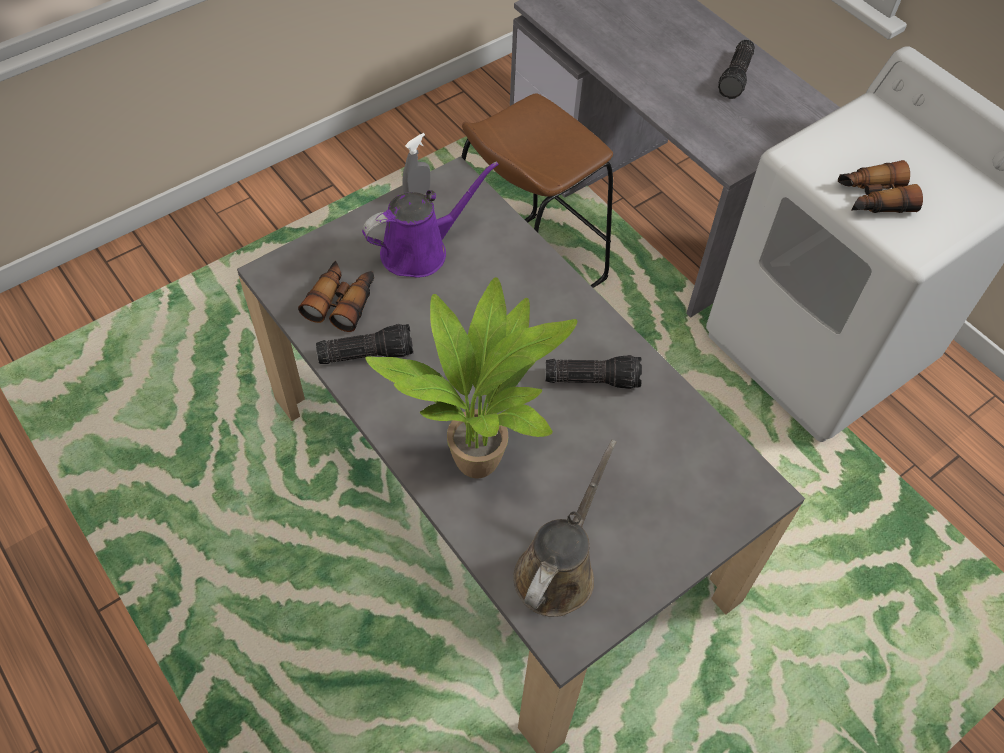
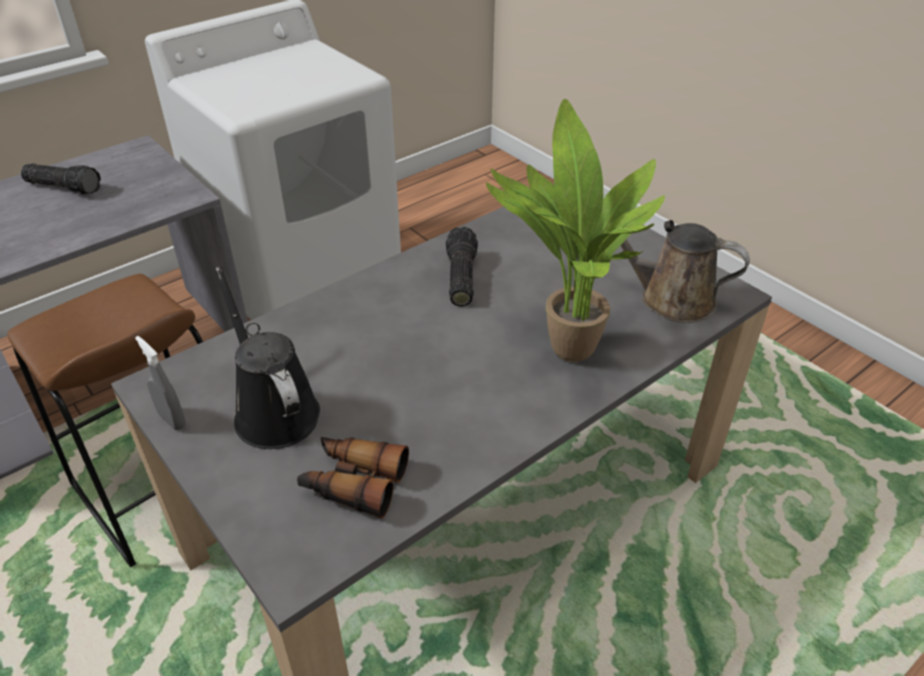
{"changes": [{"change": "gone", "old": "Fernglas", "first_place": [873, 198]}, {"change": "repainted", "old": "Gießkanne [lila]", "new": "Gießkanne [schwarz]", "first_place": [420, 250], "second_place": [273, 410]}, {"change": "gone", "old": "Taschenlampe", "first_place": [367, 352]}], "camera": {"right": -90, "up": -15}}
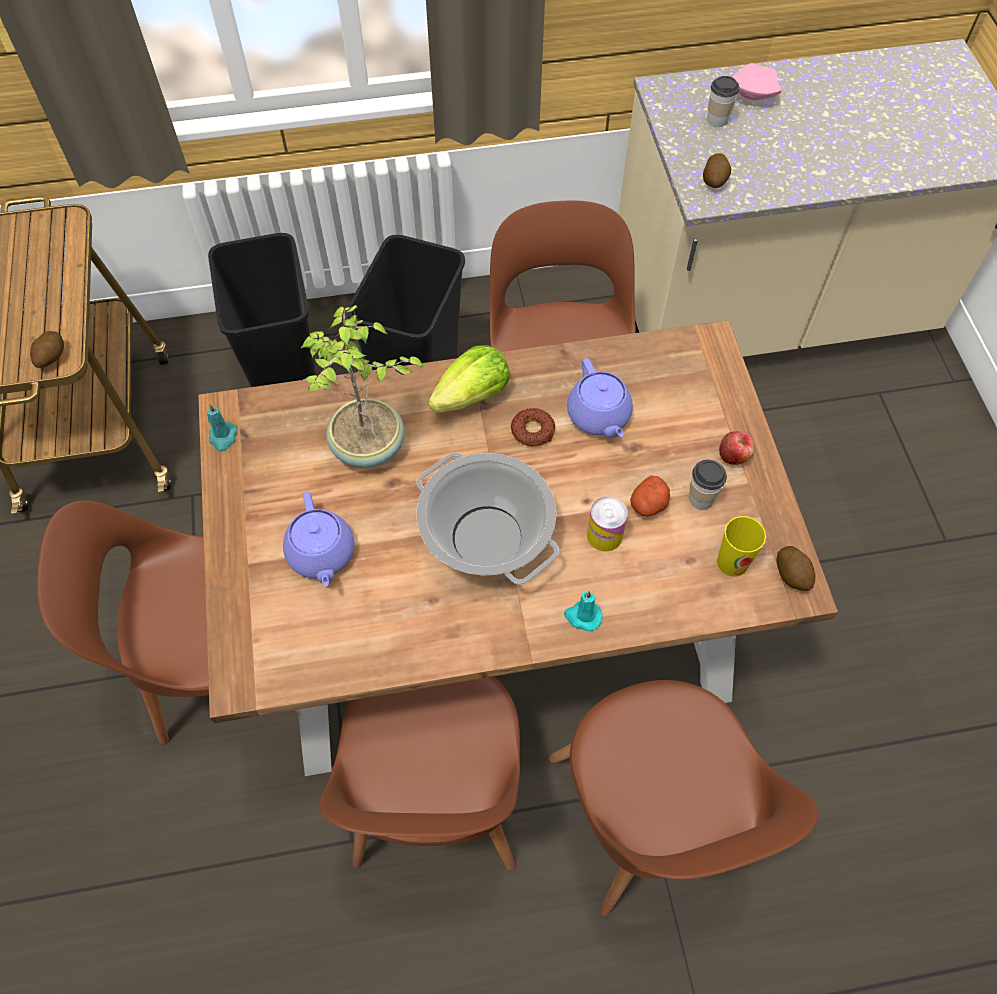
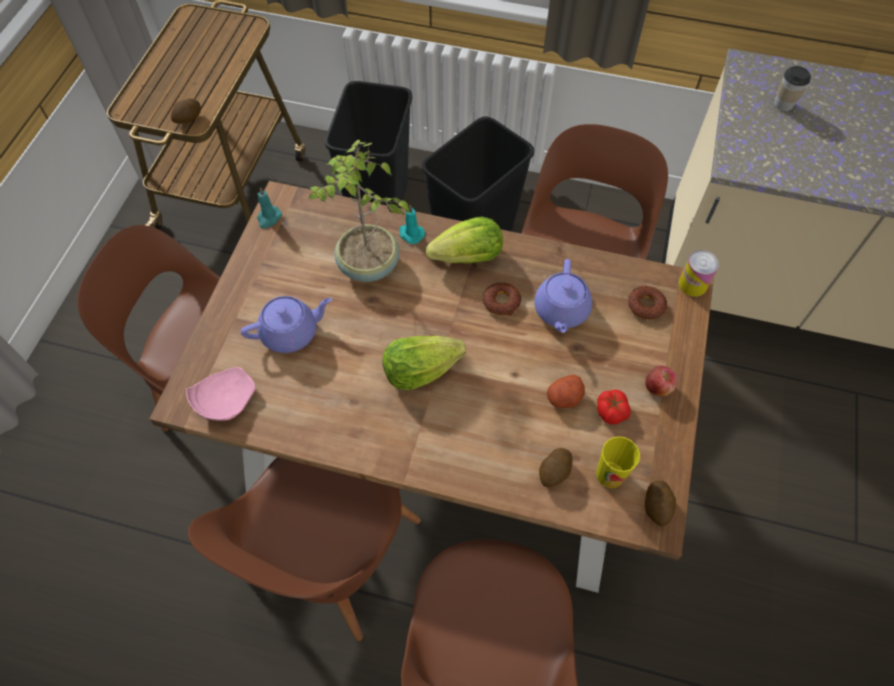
{"changes": [{"change": "shifted", "old": "Teller [rosa]", "first_place": [752, 93], "second_place": [224, 399]}, {"change": "shifted", "old": "Kartoffel", "first_place": [715, 180], "second_place": [554, 472]}, {"change": "swapped", "old": "Kochtopf", "new": "Salatkopf", "first_place": [486, 537], "second_place": [420, 370]}, {"change": "swapped", "old": "Tasse", "new": "Tomate", "first_place": [701, 498], "second_place": [611, 411]}, {"change": "rotated", "old": "Teekanne [lila]", "first_place": [321, 554], "second_place": [291, 332], "degrees": -120}, {"change": "shifted", "old": "Dose", "first_place": [604, 535], "second_place": [692, 284]}, {"change": "shifted", "old": "Kerze [türkis]", "first_place": [582, 616], "second_place": [411, 234]}, {"change": "new", "new": "Donut", "second_place": [646, 305]}], "camera": {"right": 25, "up": 0}}
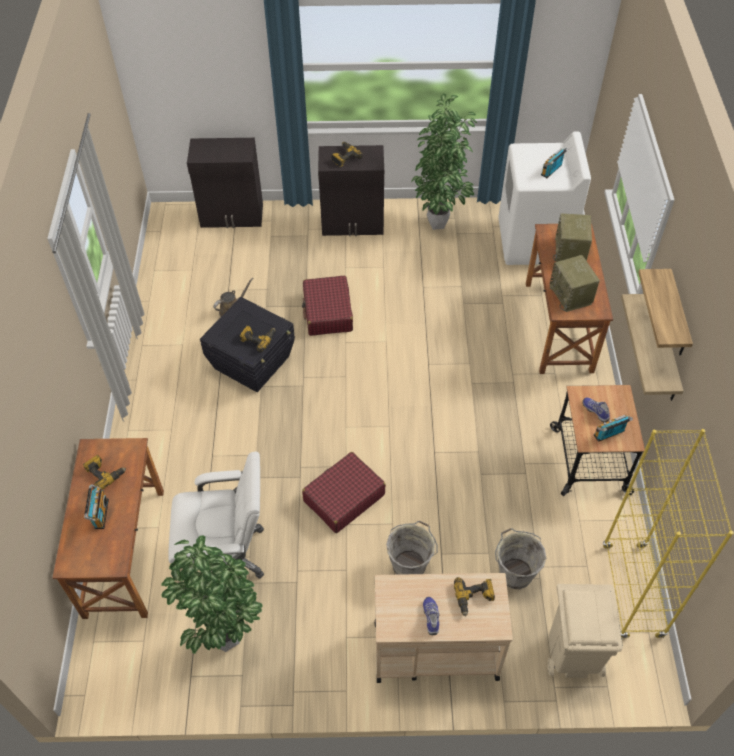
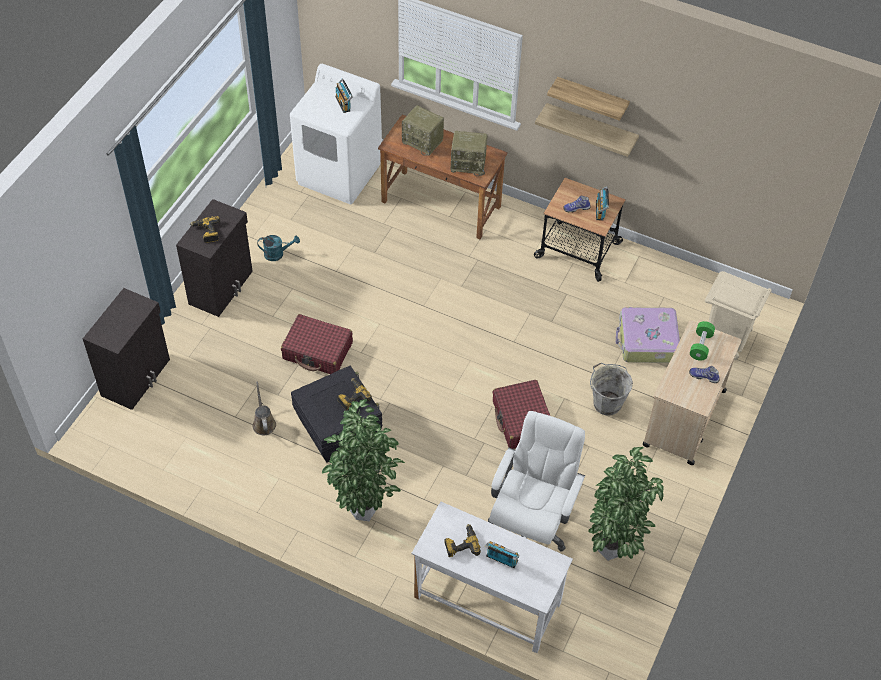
{"changes": [{"change": "shifted", "old": "Topfpflanze", "first_place": [440, 223], "second_place": [364, 510]}, {"change": "gone", "old": "Bücherregal [gelb]", "first_place": [632, 591]}, {"change": "repainted", "old": "Schreibtisch [braun]", "new": "Schreibtisch [weiß]", "first_place": [124, 552], "second_place": [487, 600]}, {"change": "swapped", "old": "Eimer [grau]", "new": "Koffer", "first_place": [515, 573], "second_place": [647, 341]}, {"change": "swapped", "old": "Bohrmaschine", "new": "Hantel [grün]", "first_place": [474, 598], "second_place": [700, 346]}, {"change": "new", "new": "Gießkanne [türkis]", "second_place": [277, 254]}], "camera": {"right": -65, "up": 0}}
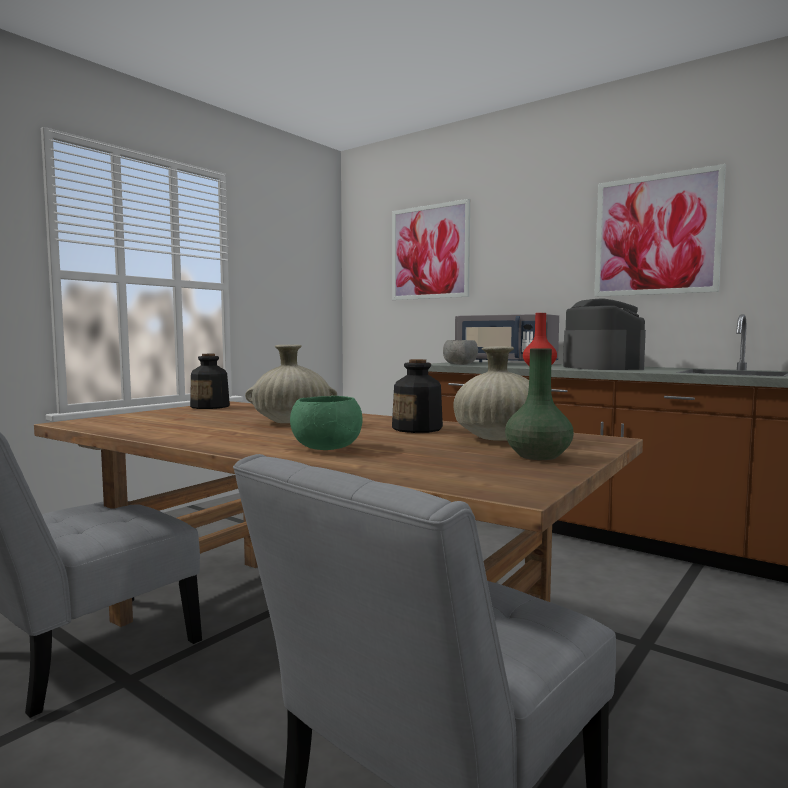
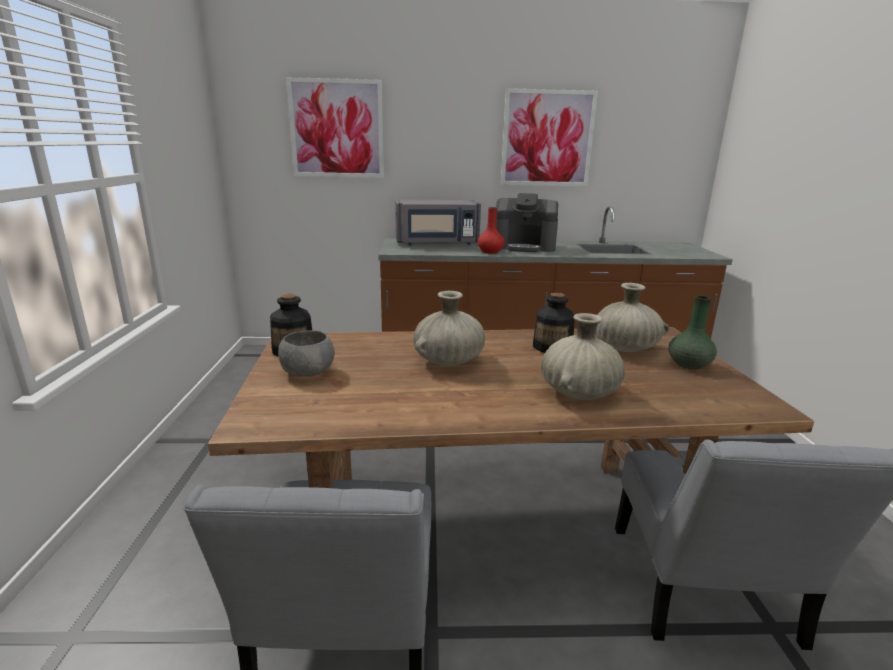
{"changes": [{"change": "rotated", "old": "Kaffeemaschine", "first_place": [601, 367], "second_place": [524, 246], "degrees": 150}, {"change": "shifted", "old": "Schüssel [grau]", "first_place": [459, 364], "second_place": [307, 372]}, {"change": "swapped", "old": "Schüssel [grün]", "new": "Vase [beige]", "first_place": [327, 448], "second_place": [578, 393]}], "camera": {"right": -40, "up": 15}}
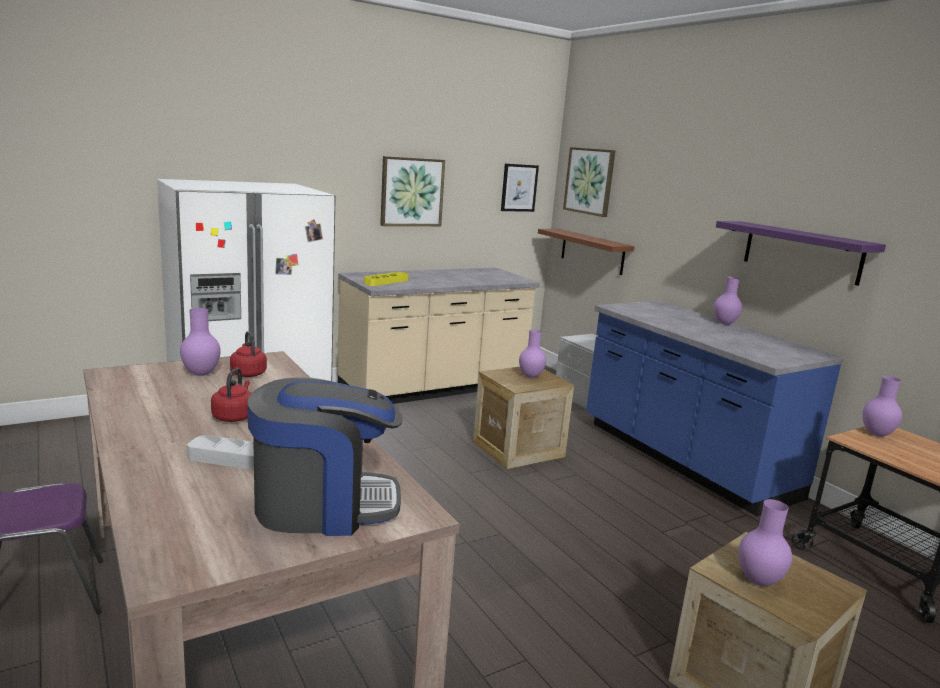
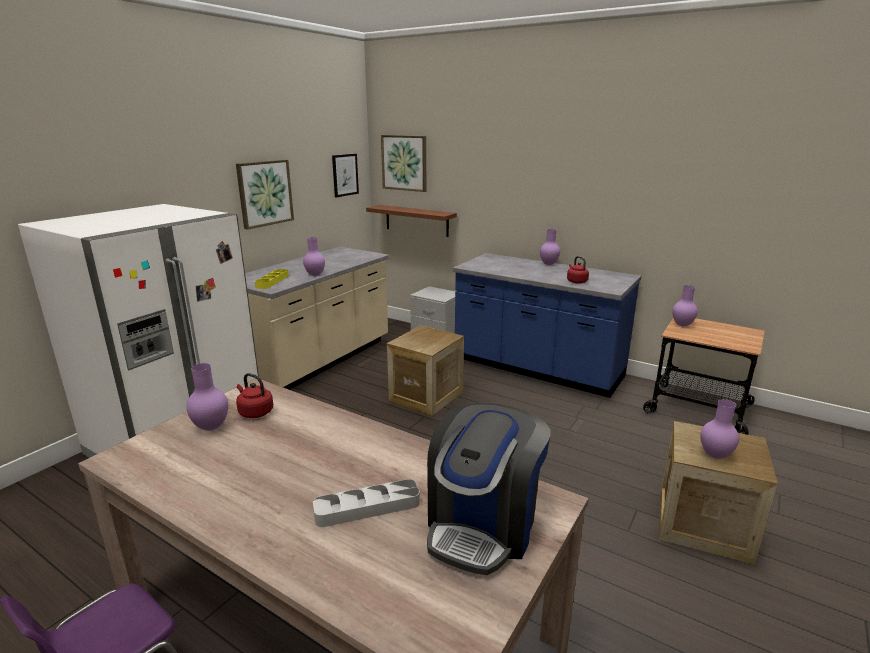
{"changes": [{"change": "gone", "old": "Wandregal [lila]", "first_place": [801, 252]}, {"change": "shifted", "old": "Vase [lila]", "first_place": [530, 376], "second_place": [315, 275]}, {"change": "shifted", "old": "Wasserkessel [rot]", "first_place": [234, 416], "second_place": [576, 281]}, {"change": "rotated", "old": "Kaffeemaschine", "first_place": [324, 505], "second_place": [483, 524], "degrees": 150}], "camera": {"right": -25, "up": 5}}
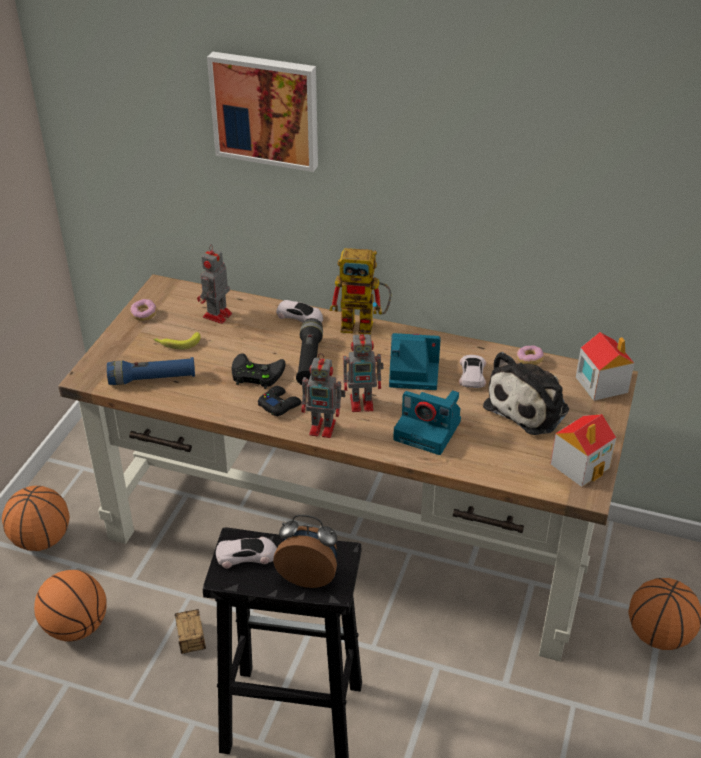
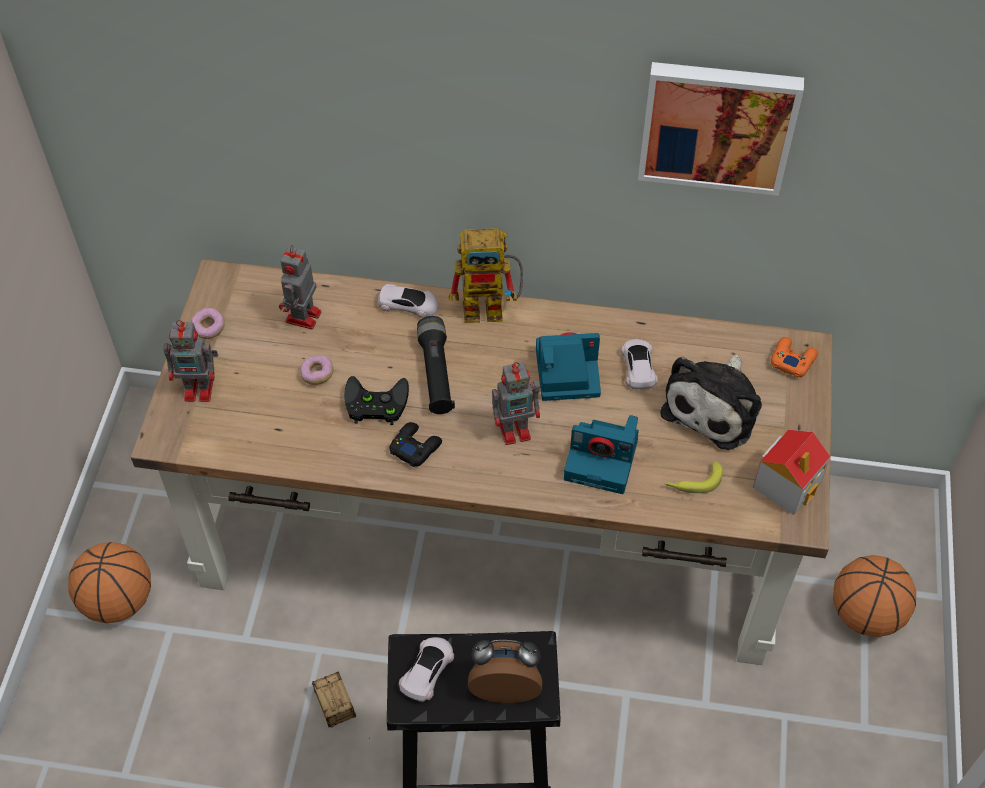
{"changes": [{"change": "shifted", "old": "Bild", "first_place": [266, 109], "second_place": [717, 124]}, {"change": "shifted", "old": "Banane", "first_place": [177, 343], "second_place": [693, 482]}, {"change": "swapped", "old": "Spielzeughaus", "new": "Gamepad [orange]", "first_place": [601, 384], "second_place": [792, 360]}, {"change": "shifted", "old": "Donut", "first_place": [529, 360], "second_place": [317, 374]}, {"change": "shifted", "old": "Spielzeugroboter", "first_place": [324, 428], "second_place": [201, 389]}, {"change": "gone", "old": "Taschenlampe [blau]", "first_place": [152, 379]}, {"change": "rotated", "old": "Spielzeugauto [weiß]", "first_place": [247, 555], "second_place": [427, 670], "degrees": -45}, {"change": "gone", "old": "Basketball", "first_place": [76, 627]}], "camera": {"right": -10, "up": 15}}
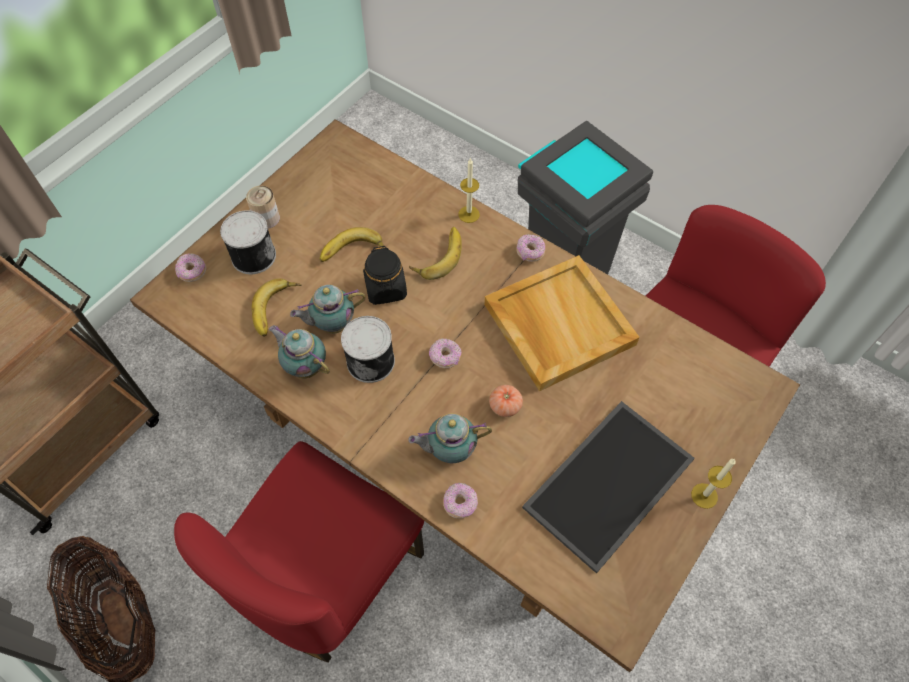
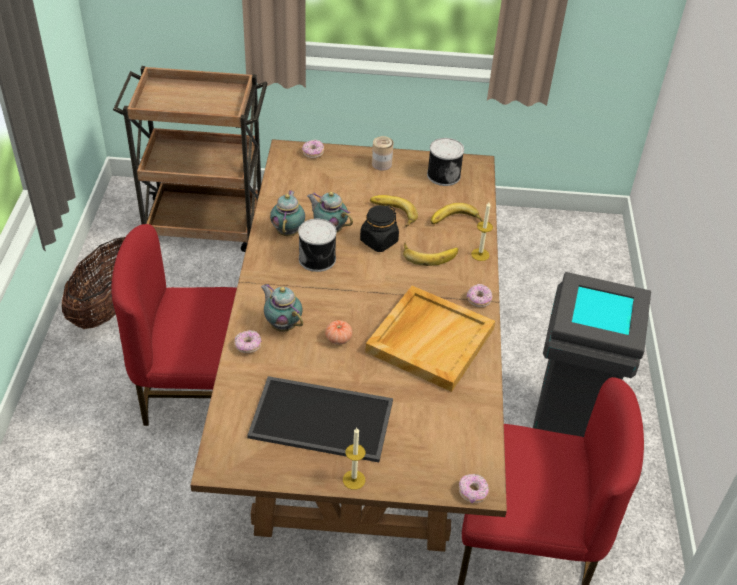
{"changes": [{"change": "shifted", "old": "Dose", "first_place": [252, 256], "second_place": [443, 174]}, {"change": "shifted", "old": "Banane", "first_place": [277, 310], "second_place": [455, 221]}, {"change": "shifted", "old": "Donut", "first_place": [445, 357], "second_place": [472, 492]}], "camera": {"right": 55, "up": -15}}
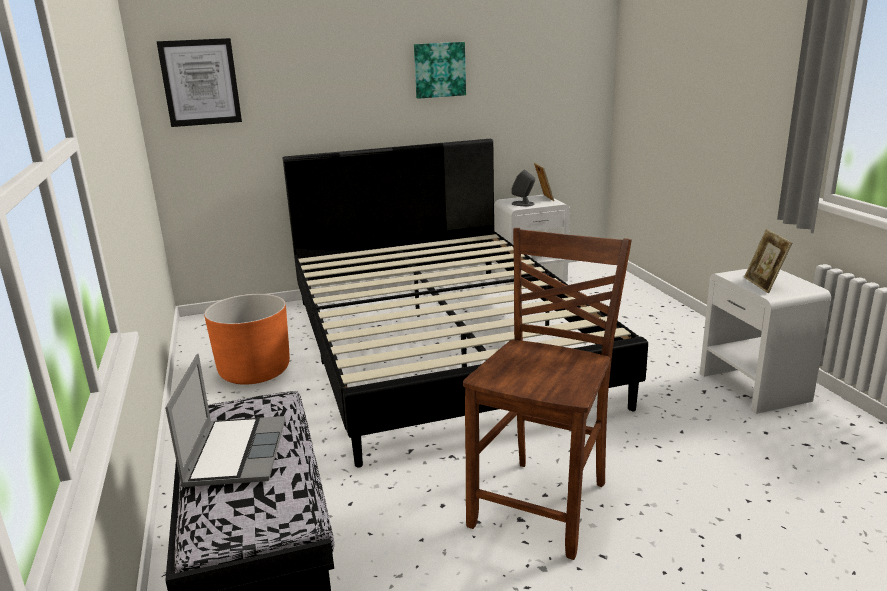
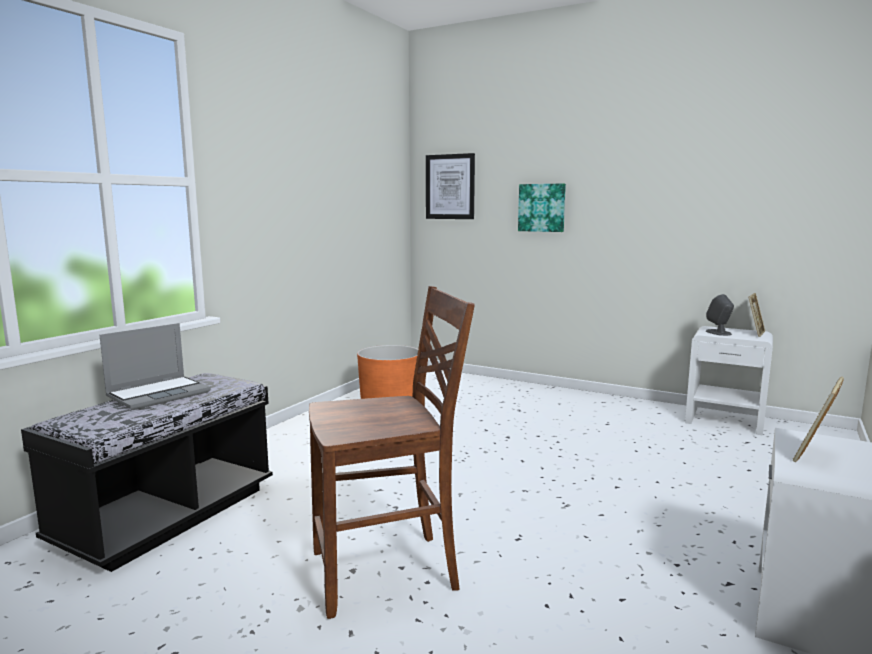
{"changes": [{"change": "shifted", "old": "Bild", "first_place": [439, 70], "second_place": [542, 207]}, {"change": "gone", "old": "Bett [schwarz]", "first_place": [441, 346]}], "camera": {"right": 45, "up": -10}}
